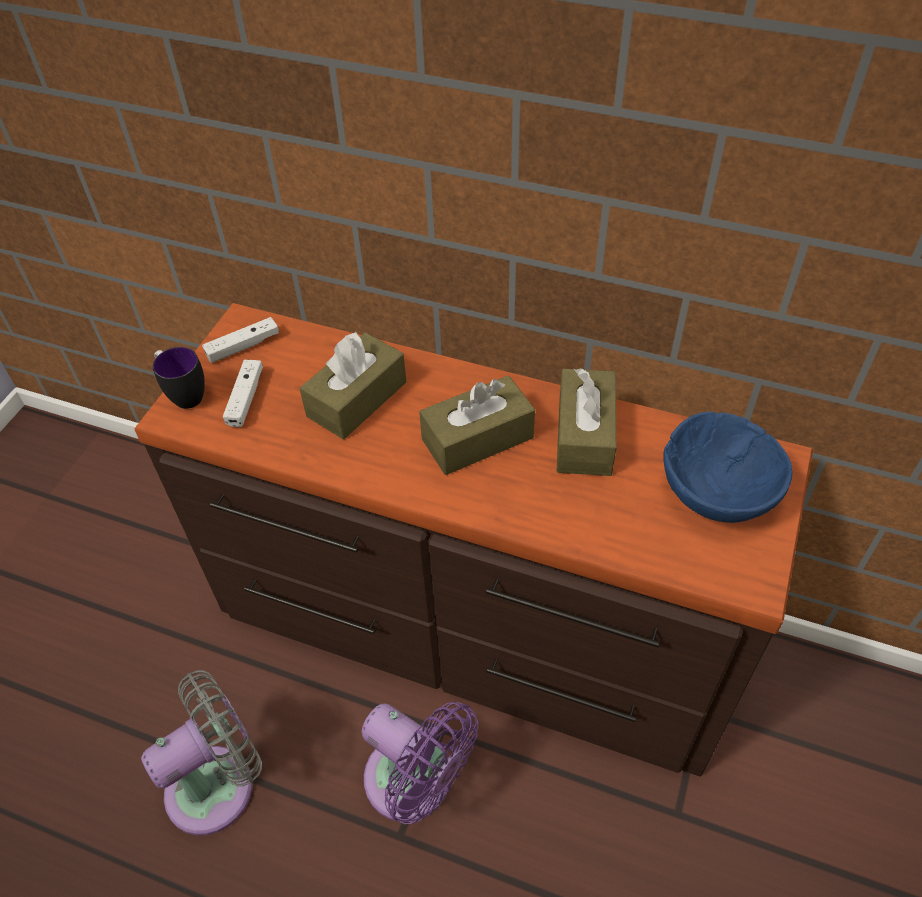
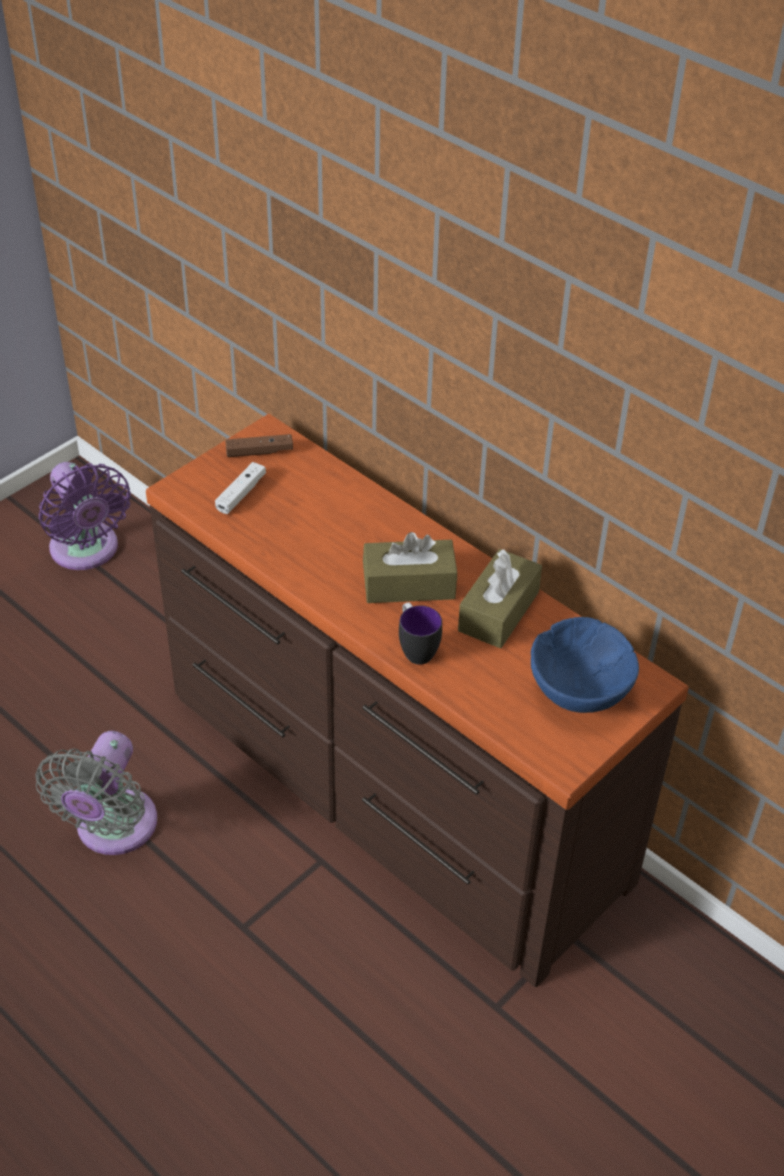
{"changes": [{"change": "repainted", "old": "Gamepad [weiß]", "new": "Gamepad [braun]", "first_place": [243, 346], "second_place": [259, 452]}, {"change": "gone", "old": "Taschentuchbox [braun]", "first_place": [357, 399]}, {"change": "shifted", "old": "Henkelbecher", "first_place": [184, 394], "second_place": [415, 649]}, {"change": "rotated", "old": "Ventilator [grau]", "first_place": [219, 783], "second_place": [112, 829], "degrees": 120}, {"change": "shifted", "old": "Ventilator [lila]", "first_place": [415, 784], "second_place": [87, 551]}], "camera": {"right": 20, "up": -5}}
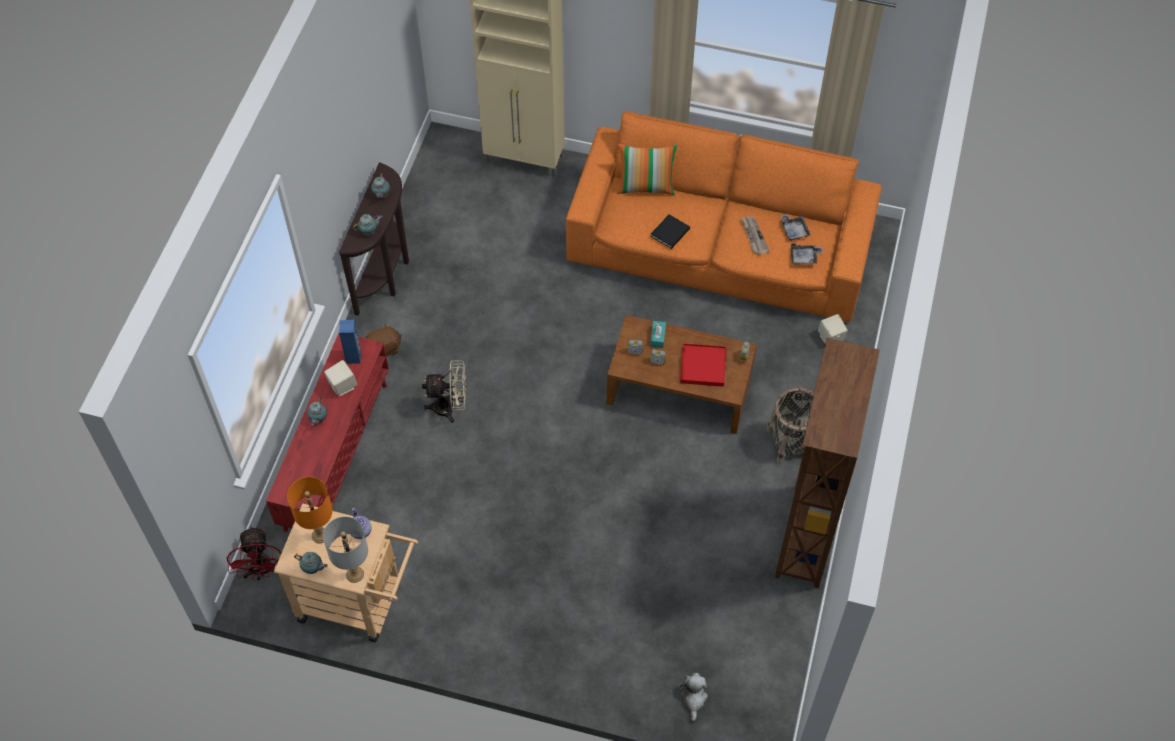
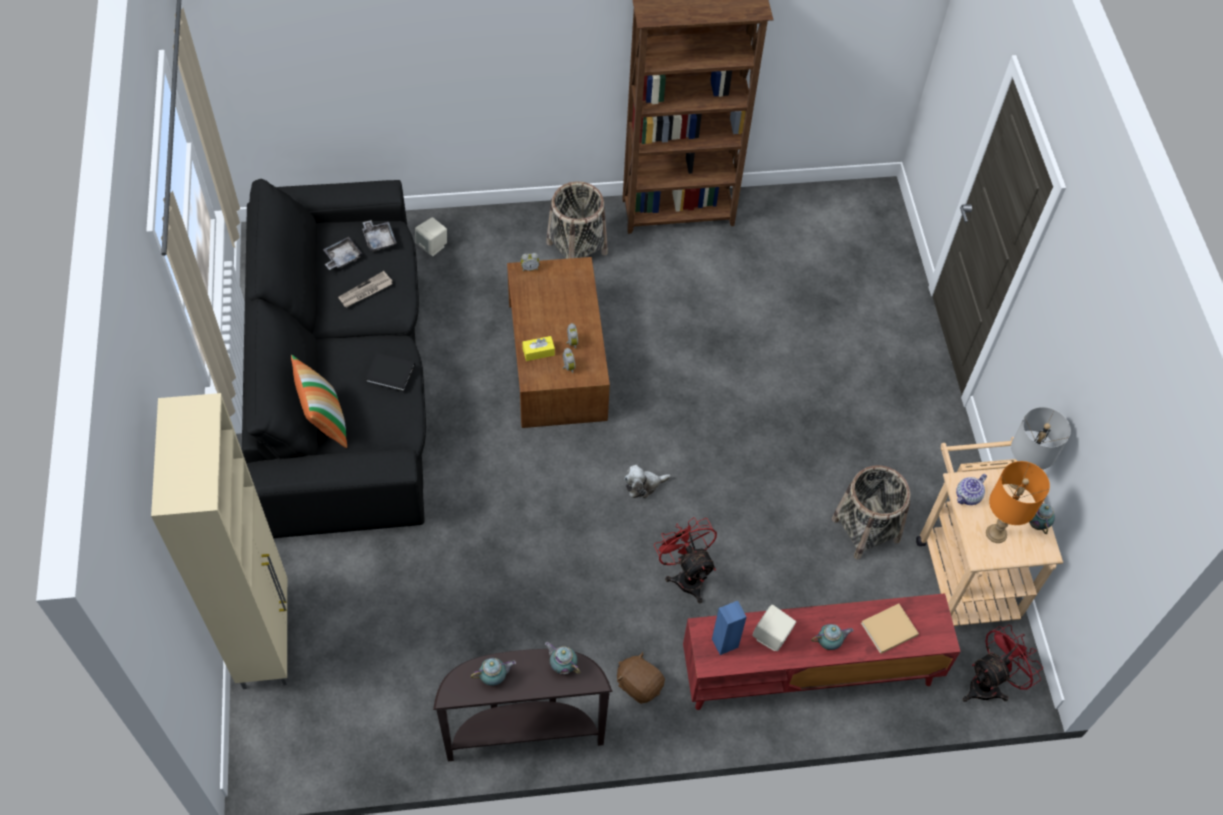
{"changes": [{"change": "repainted", "old": "Sofa [orange]", "new": "Sofa [schwarz]", "first_place": [719, 248], "second_place": [343, 377]}, {"change": "repainted", "old": "Taschentuchbox [türkis]", "new": "Taschentuchbox [gelb]", "first_place": [658, 337], "second_place": [538, 352]}, {"change": "gone", "old": "Tablett [rot]", "first_place": [703, 366]}, {"change": "repainted", "old": "Ventilator [beige]", "new": "Ventilator [rot]", "first_place": [450, 407], "second_place": [686, 575]}, {"change": "shifted", "old": "Plüschtier", "first_place": [693, 698], "second_place": [644, 485]}, {"change": "new", "new": "Korb", "second_place": [865, 529]}, {"change": "new", "new": "Buch [beige]", "second_place": [887, 630]}], "camera": {"right": -115, "up": 0}}
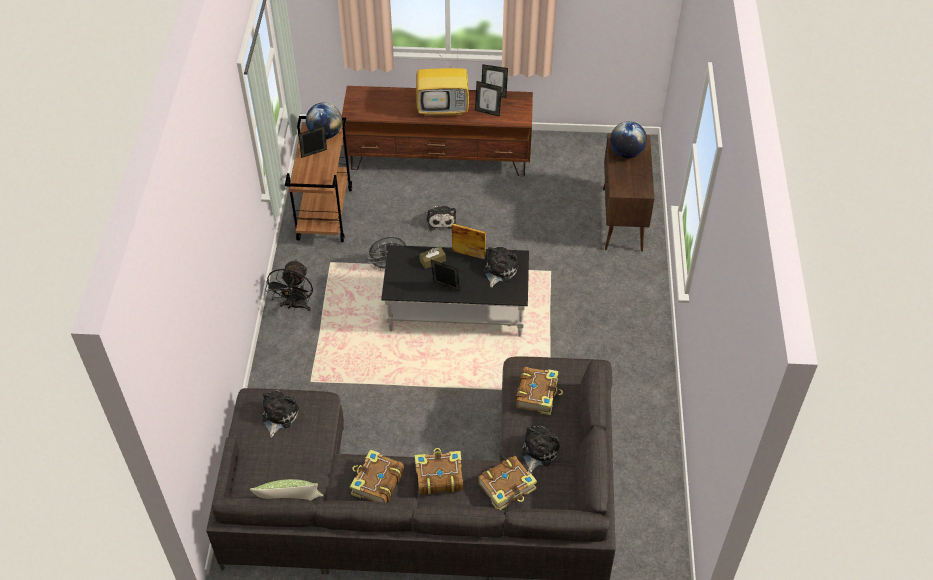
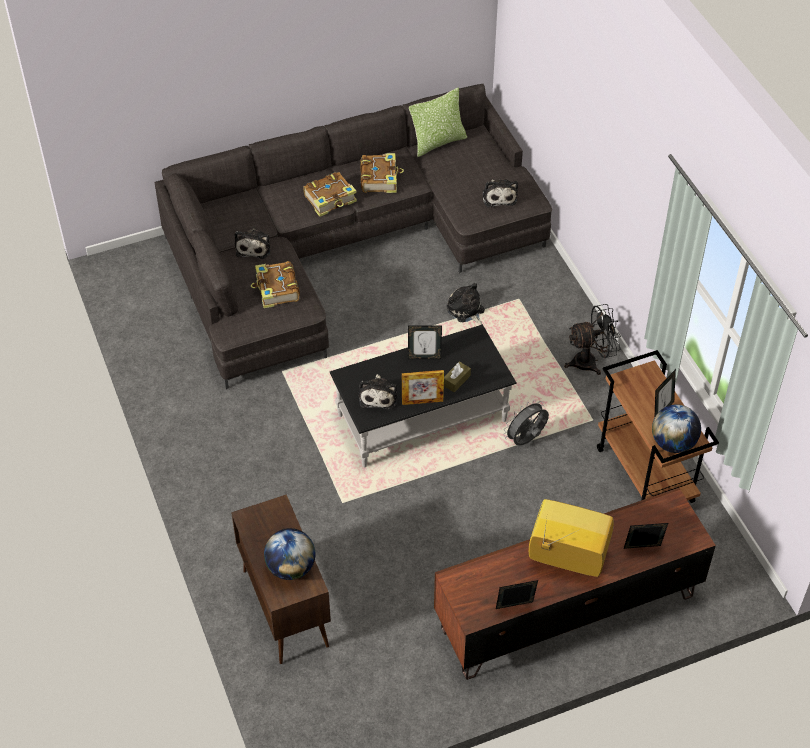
{"changes": [{"change": "rotated", "old": "Fernseher", "first_place": [444, 108], "second_place": [565, 558], "degrees": 45}, {"change": "shifted", "old": "Bilderrahmen", "first_place": [487, 112], "second_place": [642, 549]}, {"change": "shifted", "old": "Plüschtier", "first_place": [440, 220], "second_place": [466, 311]}, {"change": "rotated", "old": "Ventilator [schwarz]", "first_place": [295, 306], "second_place": [591, 361], "degrees": 90}, {"change": "gone", "old": "Buch", "first_place": [507, 487]}], "camera": {"right": 155, "up": 0}}
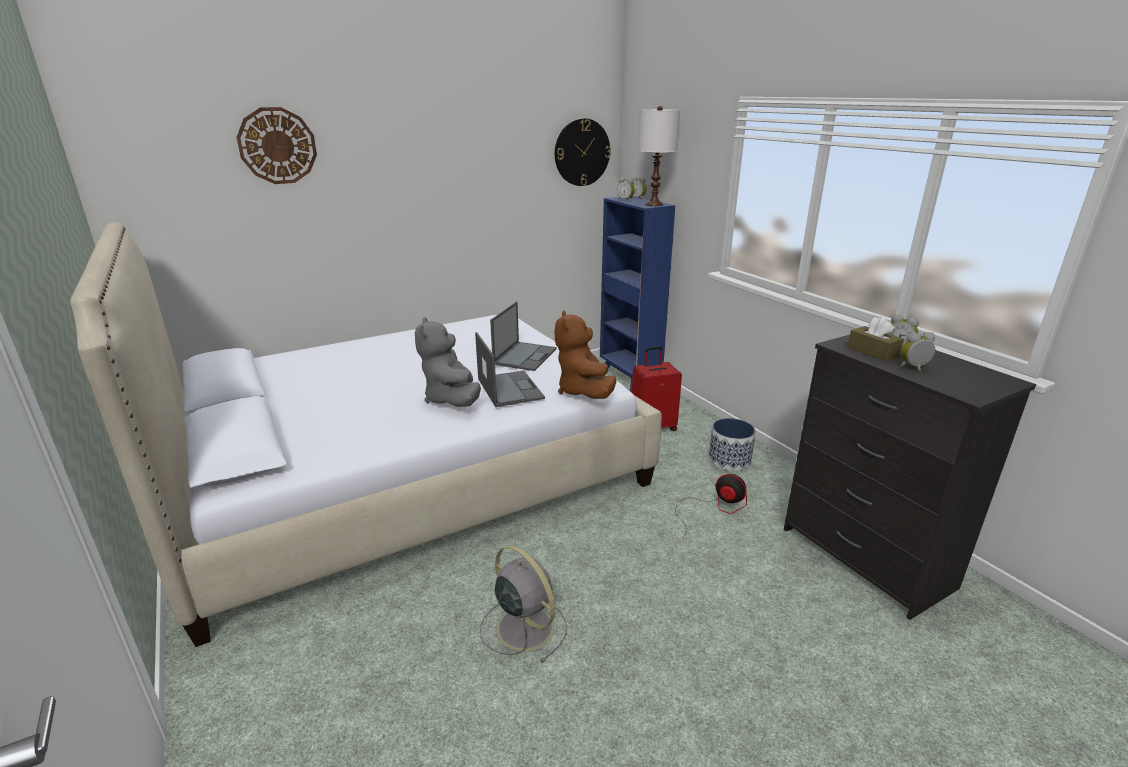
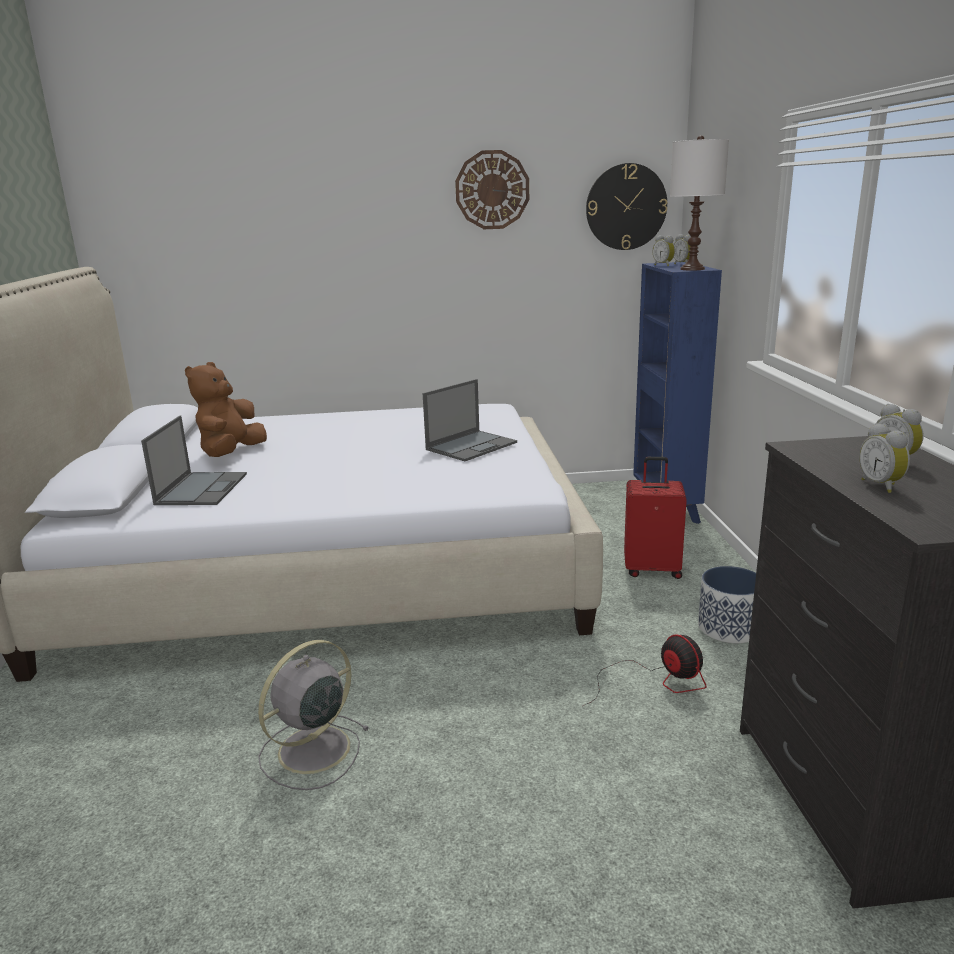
{"changes": [{"change": "shifted", "old": "Wanduhr", "first_place": [277, 146], "second_place": [492, 190]}, {"change": "shifted", "old": "Plüschtier [braun]", "first_place": [583, 391], "second_place": [231, 453]}, {"change": "gone", "old": "Taschentuchbox [braun]", "first_place": [873, 352]}, {"change": "gone", "old": "Plüschtier [grau]", "first_place": [452, 399]}, {"change": "shifted", "old": "Laptop", "first_place": [509, 388], "second_place": [202, 488]}, {"change": "rotated", "old": "Wecker", "first_place": [914, 368], "second_place": [882, 485], "degrees": -120}, {"change": "rotated", "old": "Ventilator [grau]", "first_place": [523, 626], "second_place": [311, 751], "degrees": -120}], "camera": {"right": 25, "up": -5}}
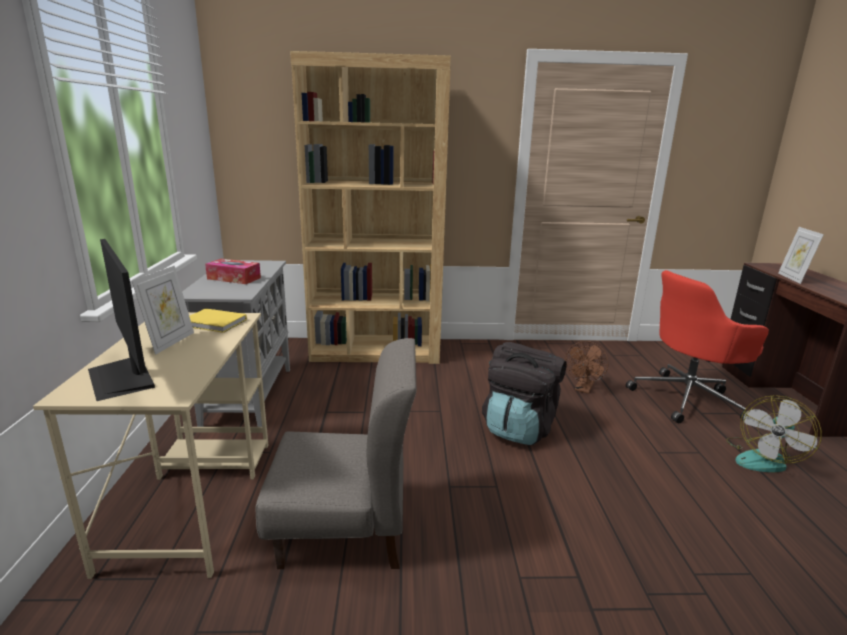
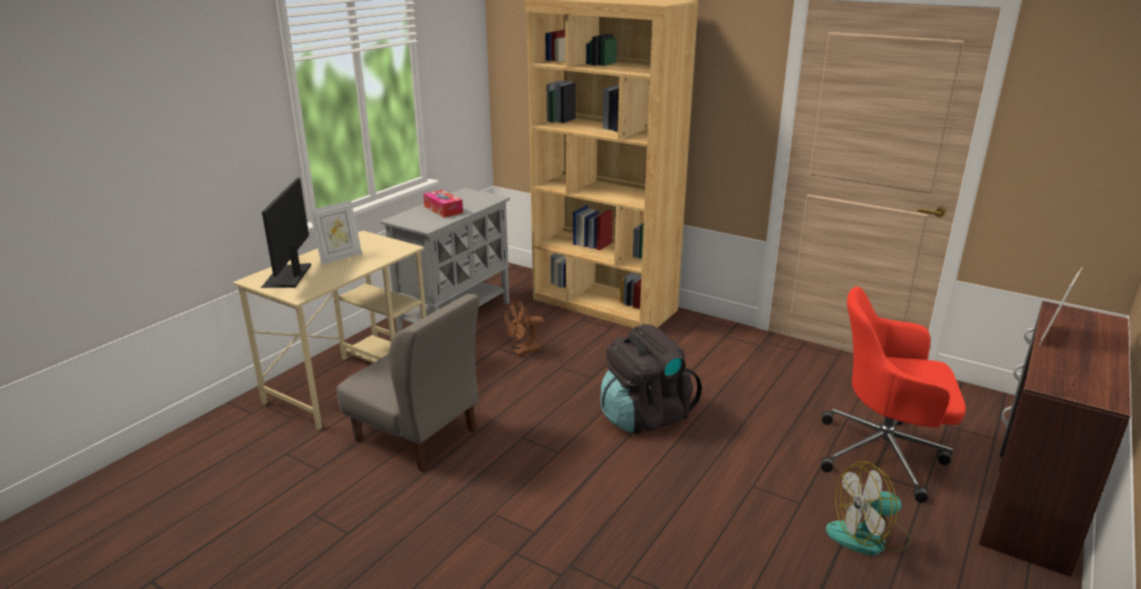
{"changes": [{"change": "gone", "old": "Buch [gelb]", "first_place": [215, 323]}, {"change": "shifted", "old": "Ventilator [braun]", "first_place": [583, 389], "second_place": [522, 351]}], "camera": {"right": 35, "up": 5}}
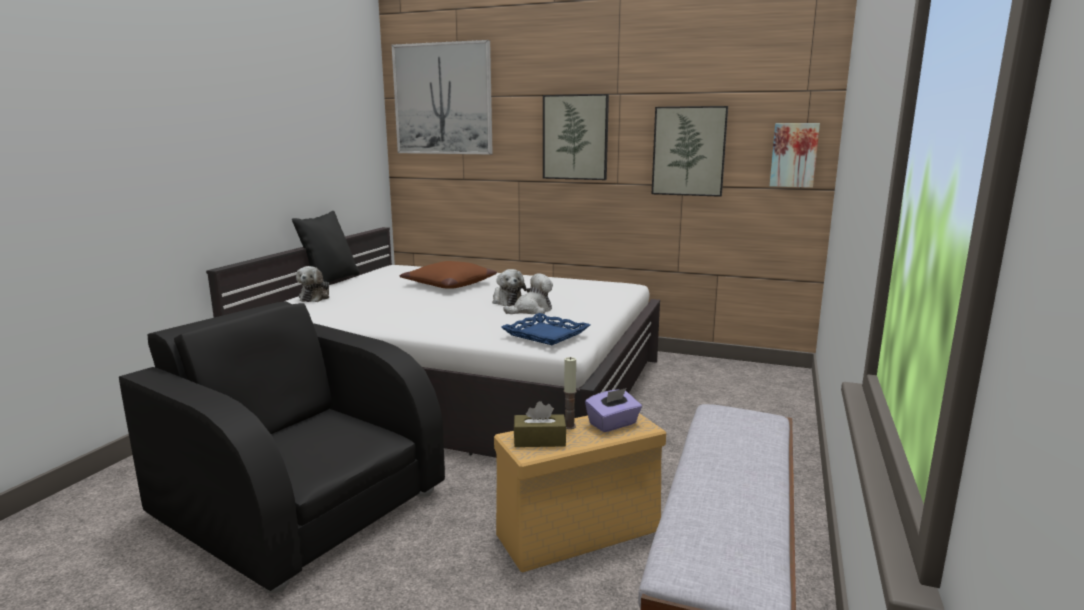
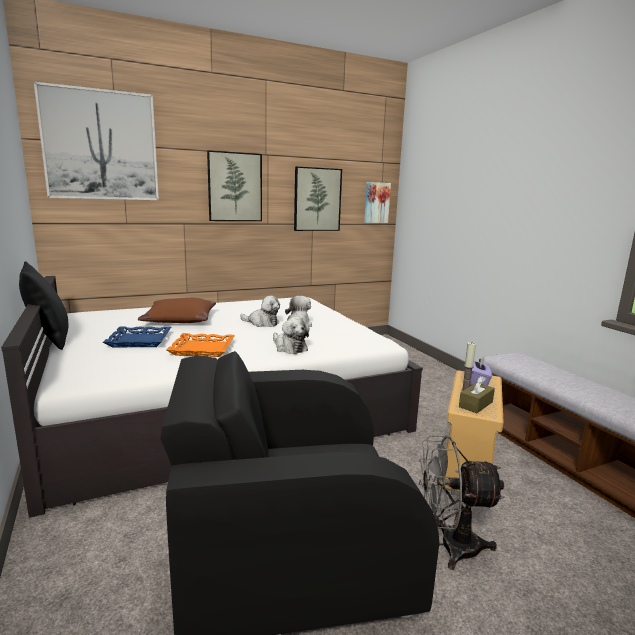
{"changes": [{"change": "shifted", "old": "Plüschtier", "first_place": [315, 297], "second_place": [289, 347]}, {"change": "shifted", "old": "Tablett [blau]", "first_place": [546, 334], "second_place": [139, 341]}, {"change": "new", "new": "Tablett [orange]", "second_place": [202, 349]}, {"change": "new", "new": "Ventilator [grau]", "second_place": [449, 546]}], "camera": {"right": -45, "up": 0}}
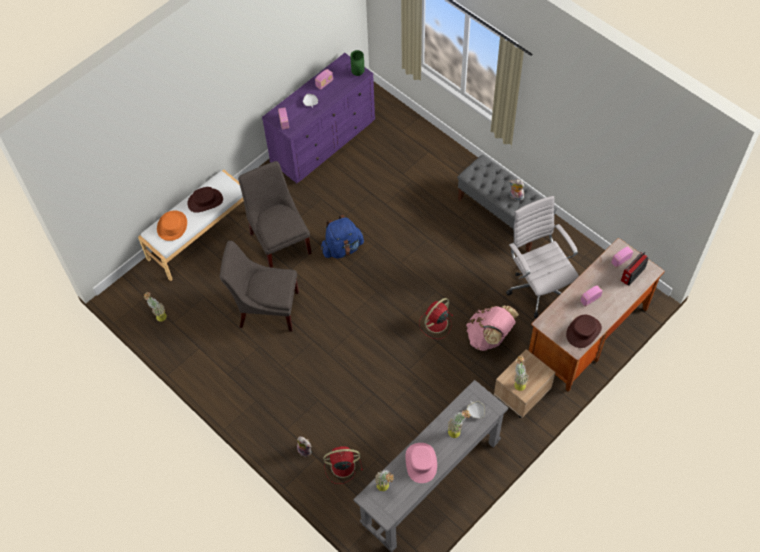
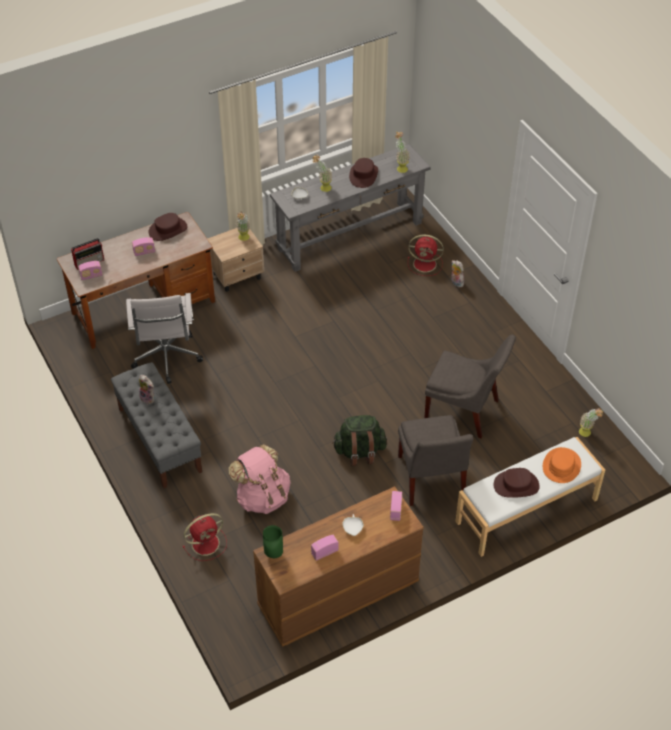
{"changes": [{"change": "repainted", "old": "Kommode [lila]", "new": "Kommode [braun]", "first_place": [324, 141], "second_place": [337, 595]}, {"change": "repainted", "old": "Rucksack [blau]", "new": "Rucksack [grün]", "first_place": [342, 248], "second_place": [359, 452]}, {"change": "shifted", "old": "Ventilator [rot]", "first_place": [435, 323], "second_place": [206, 543]}, {"change": "shifted", "old": "Rucksack [rosa]", "first_place": [489, 337], "second_place": [262, 497]}, {"change": "repainted", "old": "Hut [rosa]", "new": "Hut [braun]", "first_place": [421, 463], "second_place": [363, 175]}], "camera": {"right": -165, "up": -10}}
